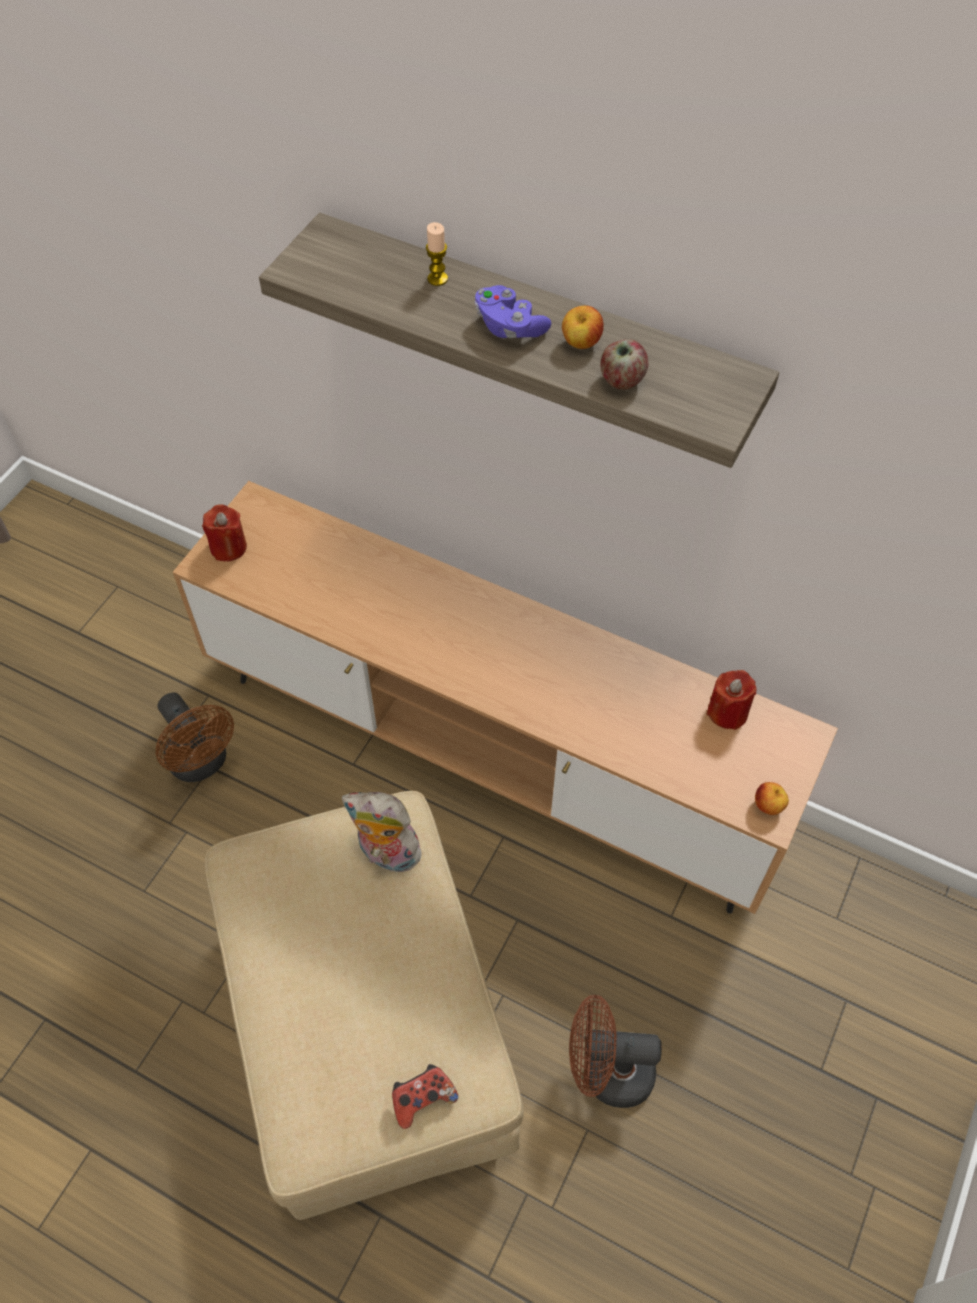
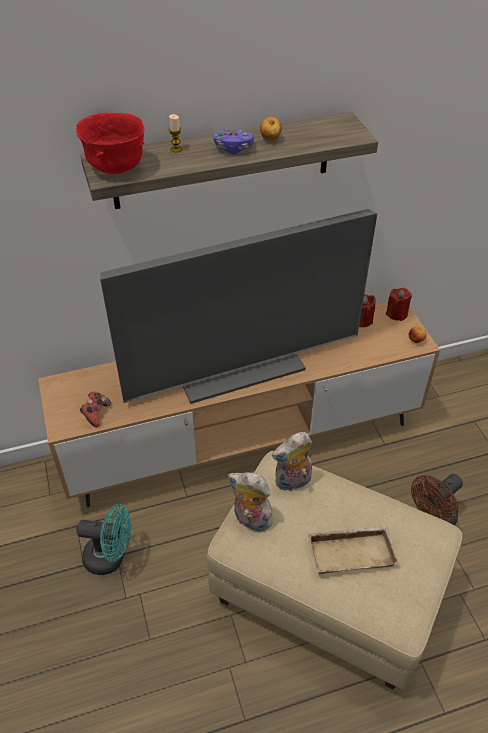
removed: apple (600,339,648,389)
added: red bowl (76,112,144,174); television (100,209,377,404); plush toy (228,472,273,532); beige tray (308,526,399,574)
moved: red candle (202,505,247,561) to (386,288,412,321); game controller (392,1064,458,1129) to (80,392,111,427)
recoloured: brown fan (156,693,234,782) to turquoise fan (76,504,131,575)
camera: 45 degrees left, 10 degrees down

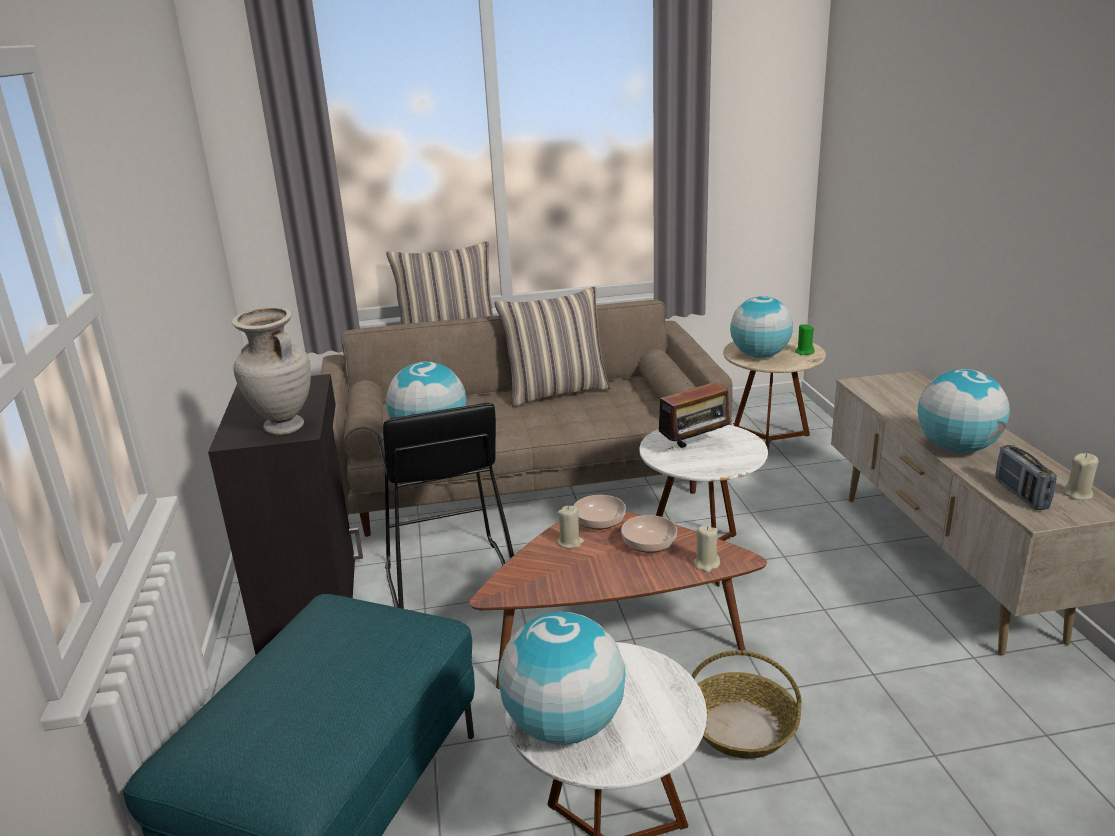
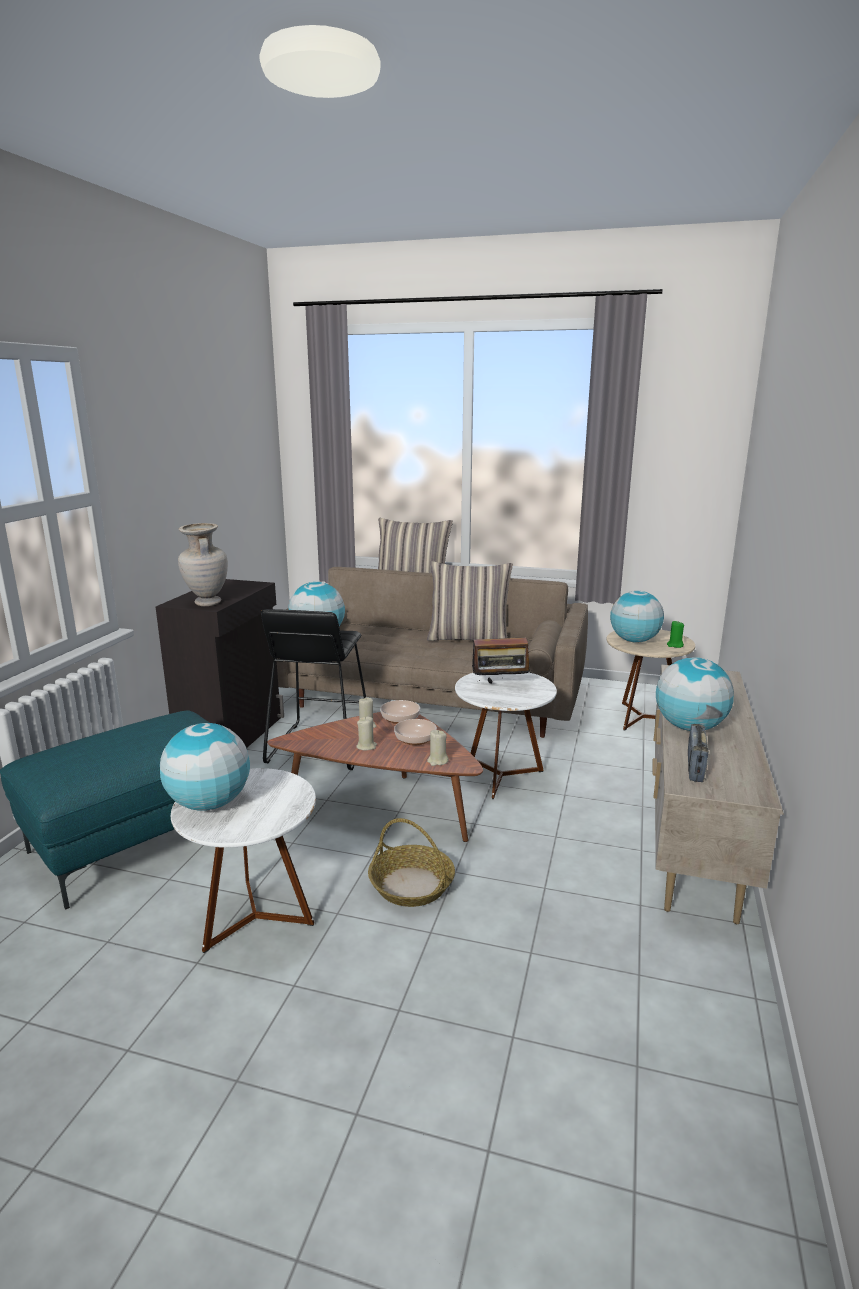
moved: beige candle (1062,453,1098,500) to (356,716,377,750)
camera: 25 degrees right, 5 degrees down

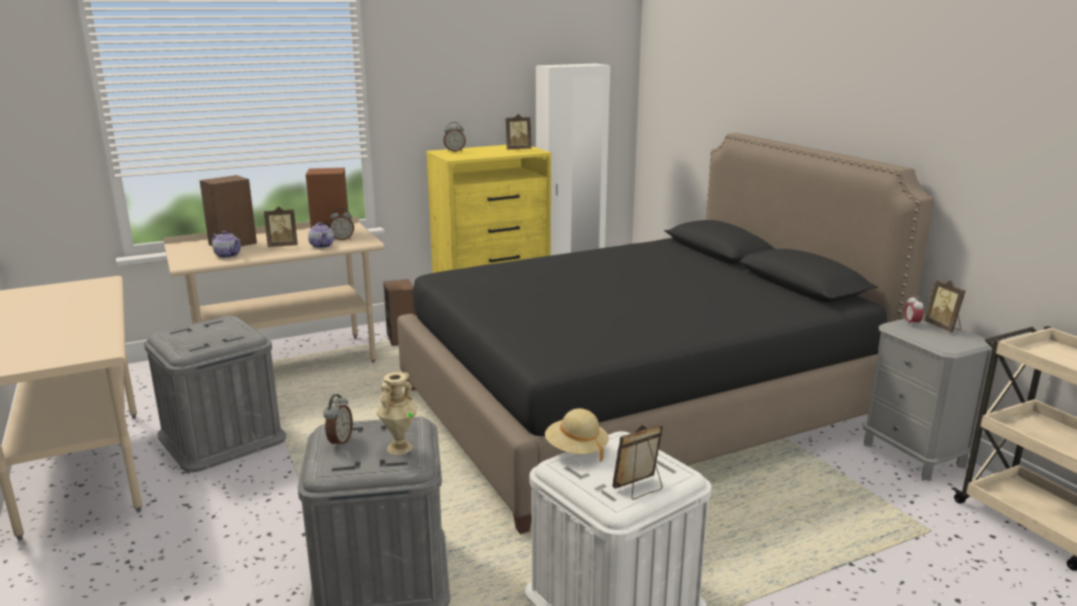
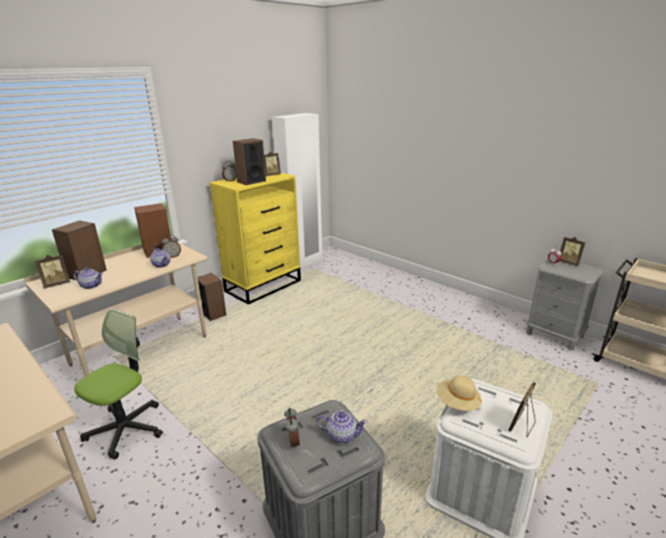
removed: black bed (397,133,934,534)
added: speaker (233,138,266,185)
moved: picture frame (264,206,298,247) to (35,255,70,288)
replaced: grey storage box (144,316,286,473) to office chair (74,309,163,460); beige vase (376,372,417,455) to teapot (317,411,367,443)
camera: 20 degrees left, 5 degrees up

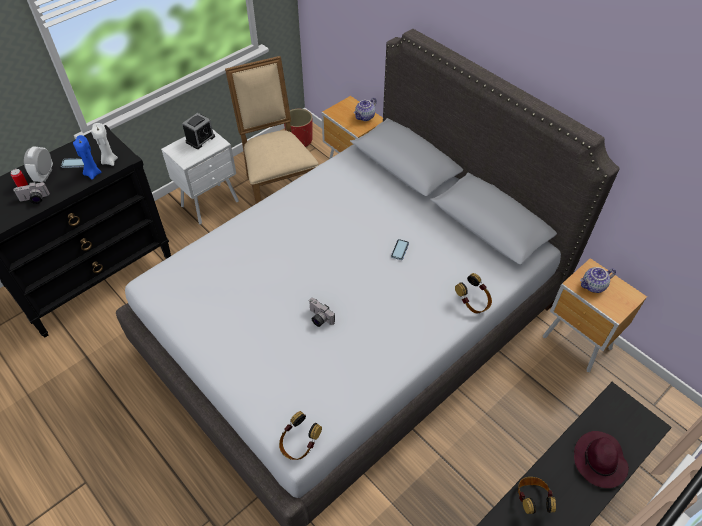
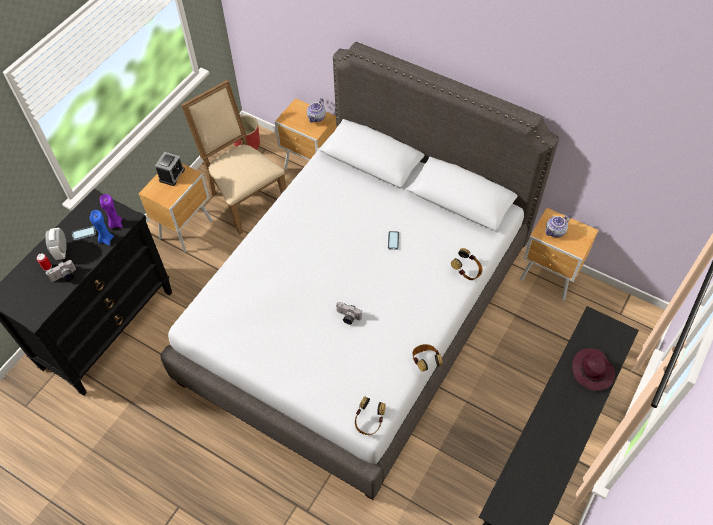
moved: headphones (518,477,556,514) to (412,344,443,372)
recoloured: white candle (91,123,118,166) to purple candle (100,194,122,229); white nightstand (161,130,239,225) to brown nightstand (138,164,213,252)
camera: 15 degrees left, 5 degrees up

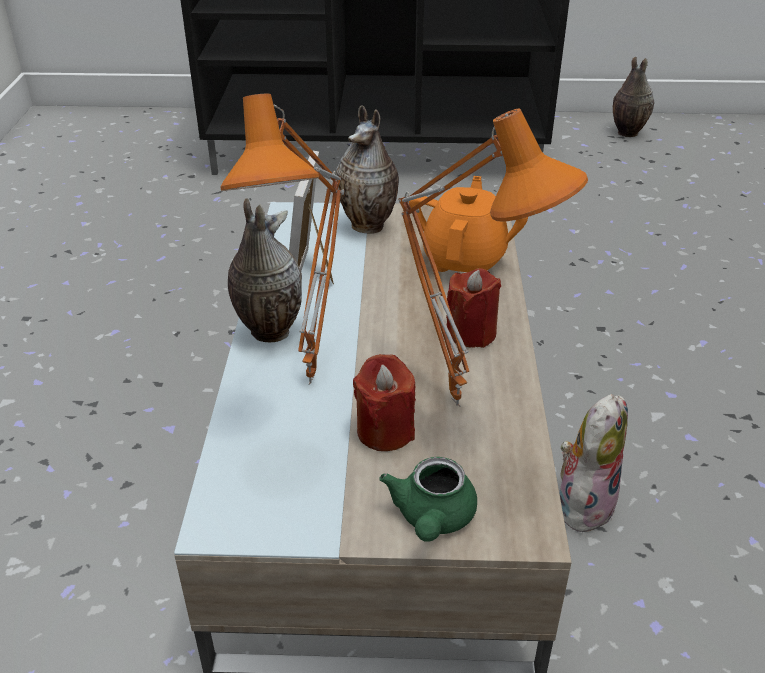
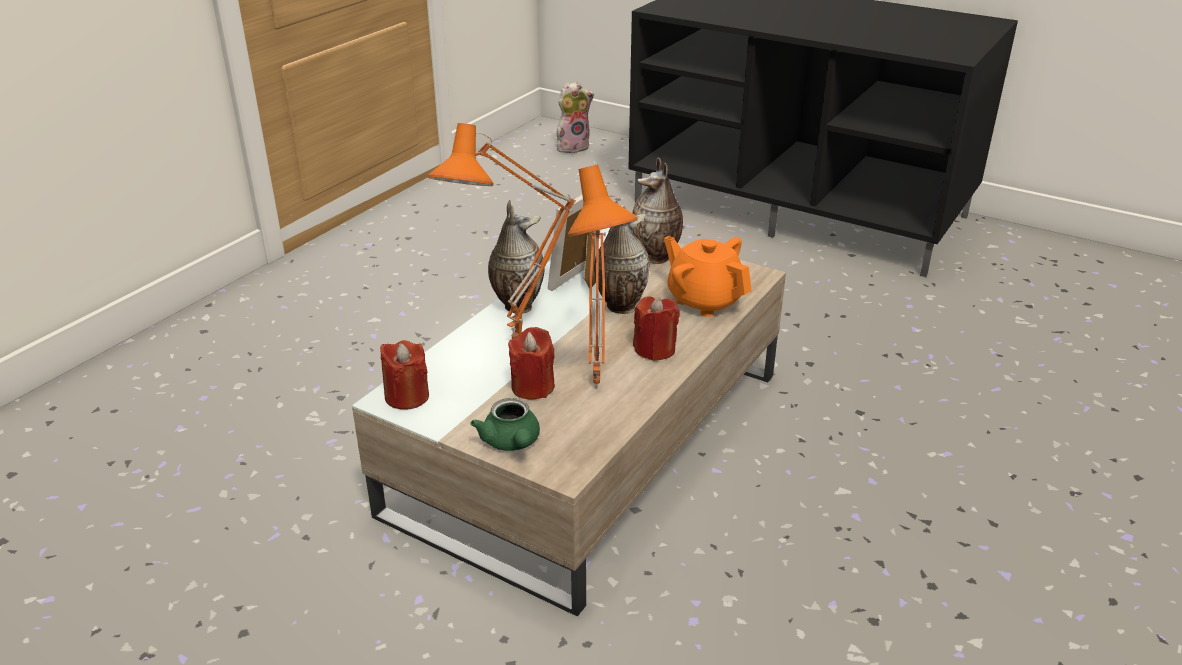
added: red candle (380,340,429,410)
moved: vase (613,57,654,137) to (594,201,650,314); plush toy (559,394,628,532) to (557,82,594,153)
turned: orange teapot (409,176,528,272) = (664,236,752,317) 90 degrees counterclockwise; green teapot (379,457,477,542) = (470,398,540,451) 60 degrees counterclockwise
camera: 30 degrees right, 5 degrees down

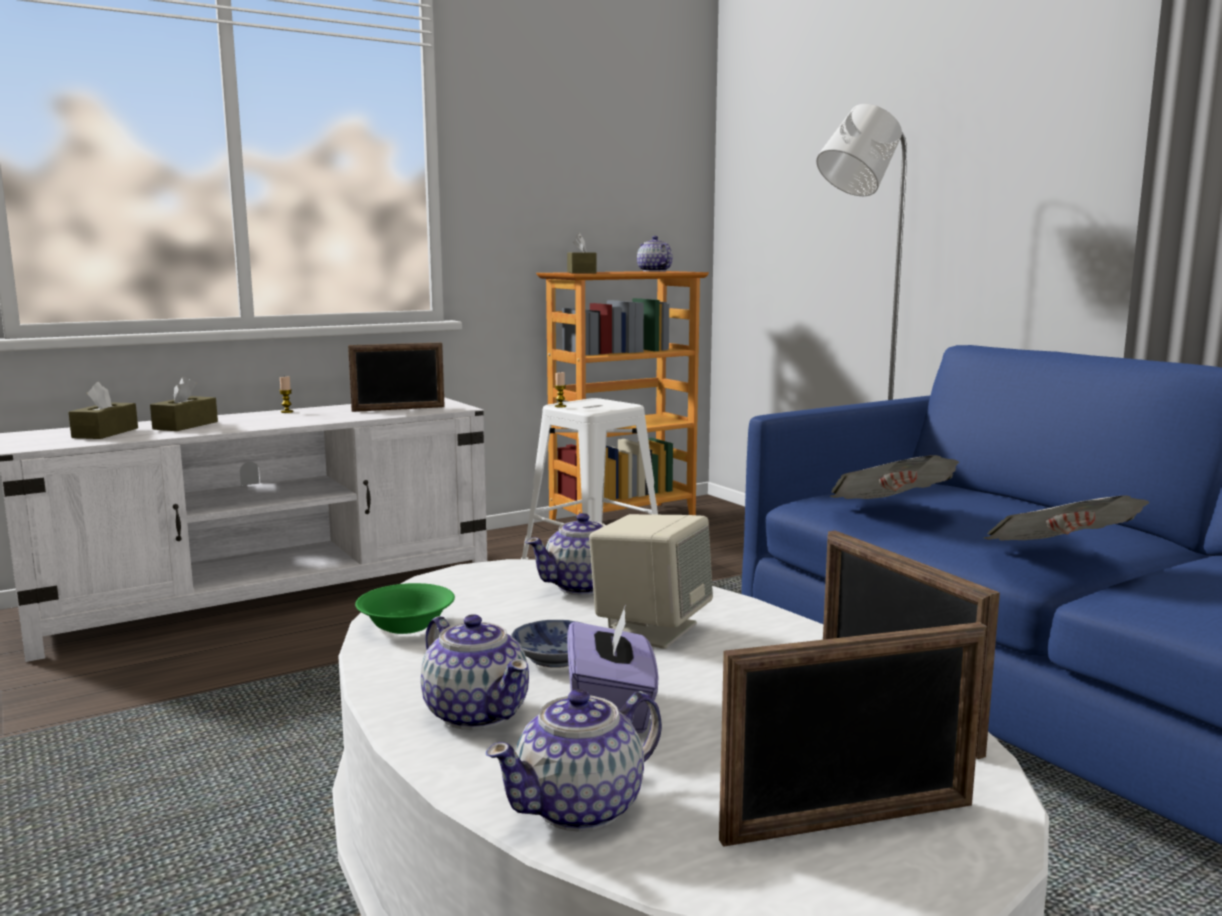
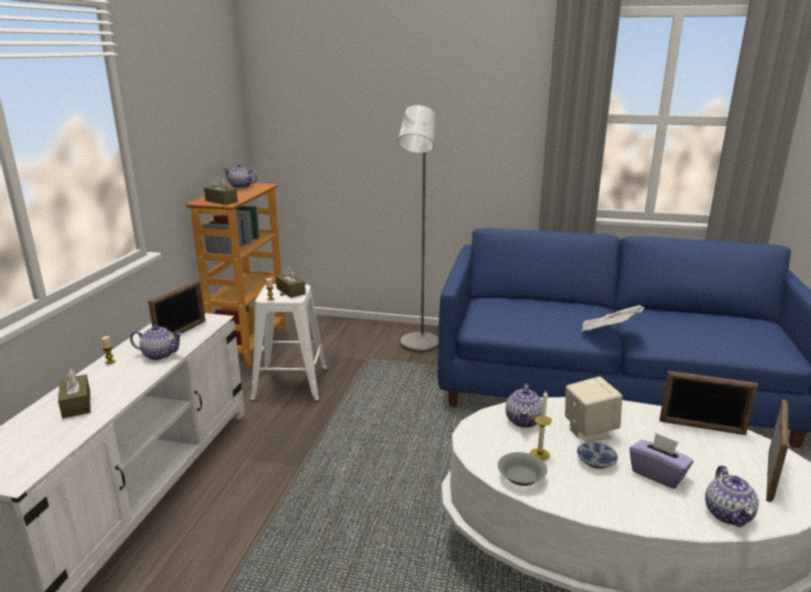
removed: newspaper (830,455,959,499)
added: candle (530,391,552,461)
moved: brown tissue box (68,382,138,439) to (276,266,306,298); teapot (421,614,529,730) to (130,325,183,360)
recoloured: green bowl (355,583,455,634) to grey bowl (498,452,547,486)
camera: 45 degrees left, 10 degrees up

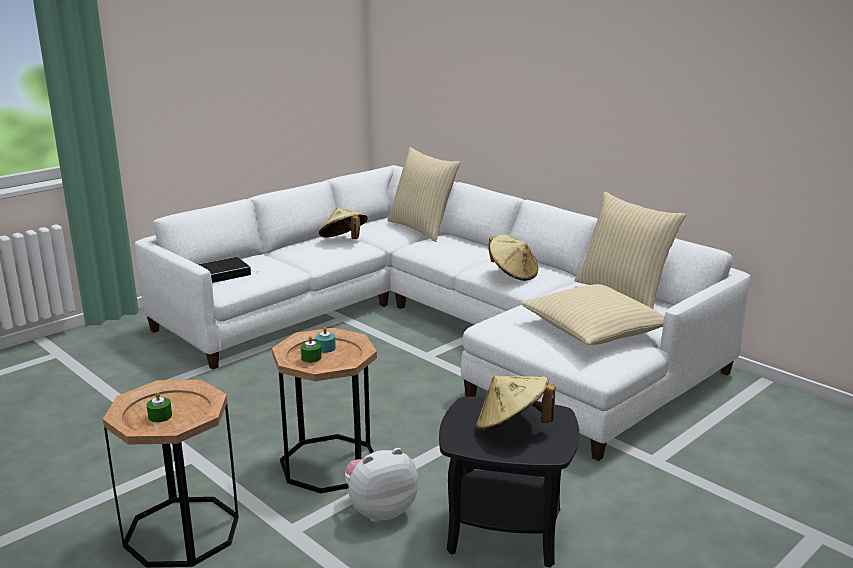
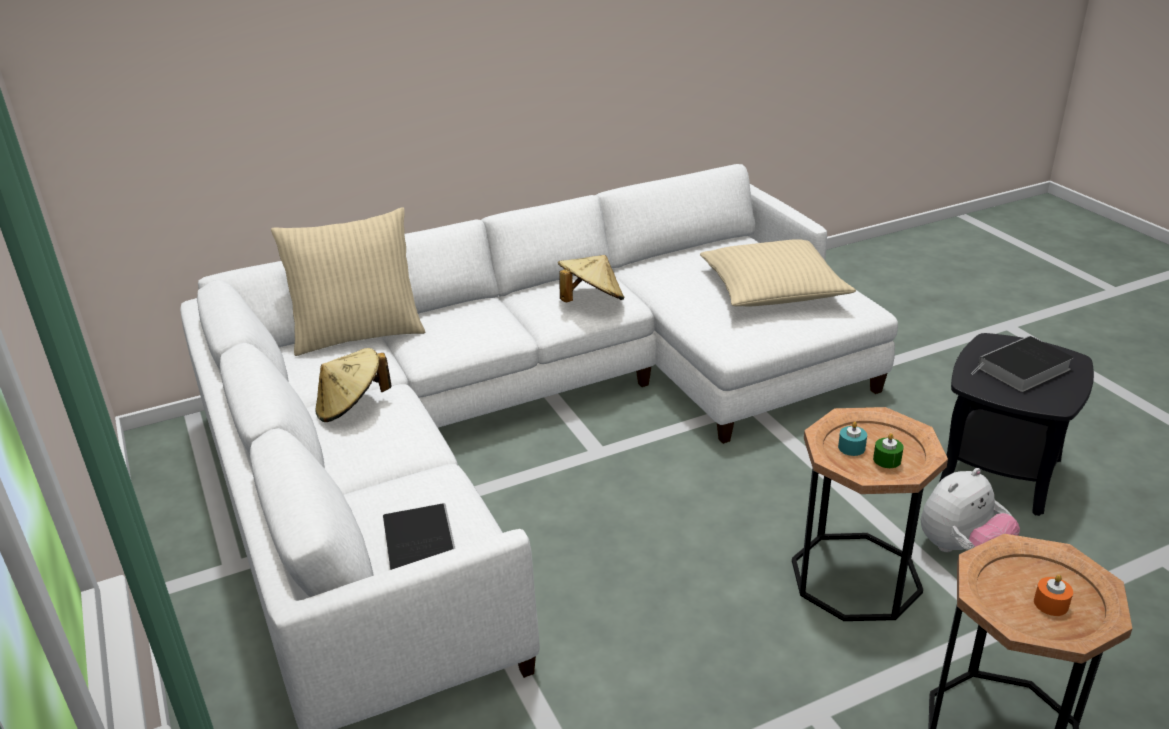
removed: beige pillow (574,192,686,309)
replaced: beige hat (476,376,555,432) to book (971,336,1074,392)
recoloured: green candle (147,392,172,422) to orange candle (1034,575,1073,616)
turned: plush toy (345,448,418,523) = (921,468,1020,552) 120 degrees counterclockwise
camera: 70 degrees left, 10 degrees up

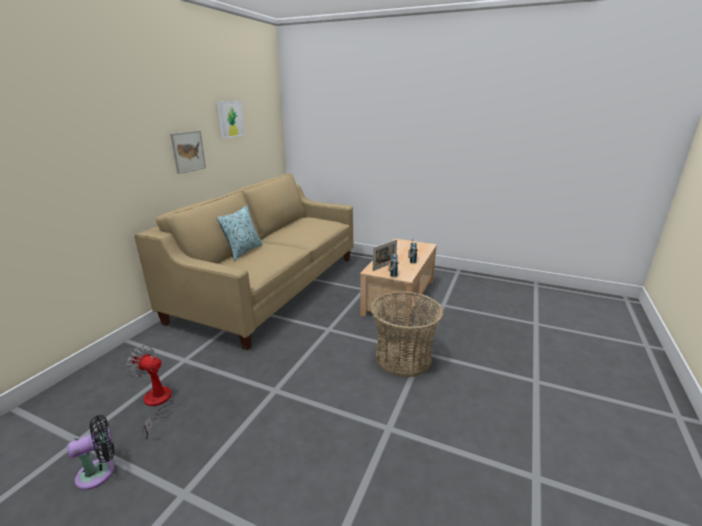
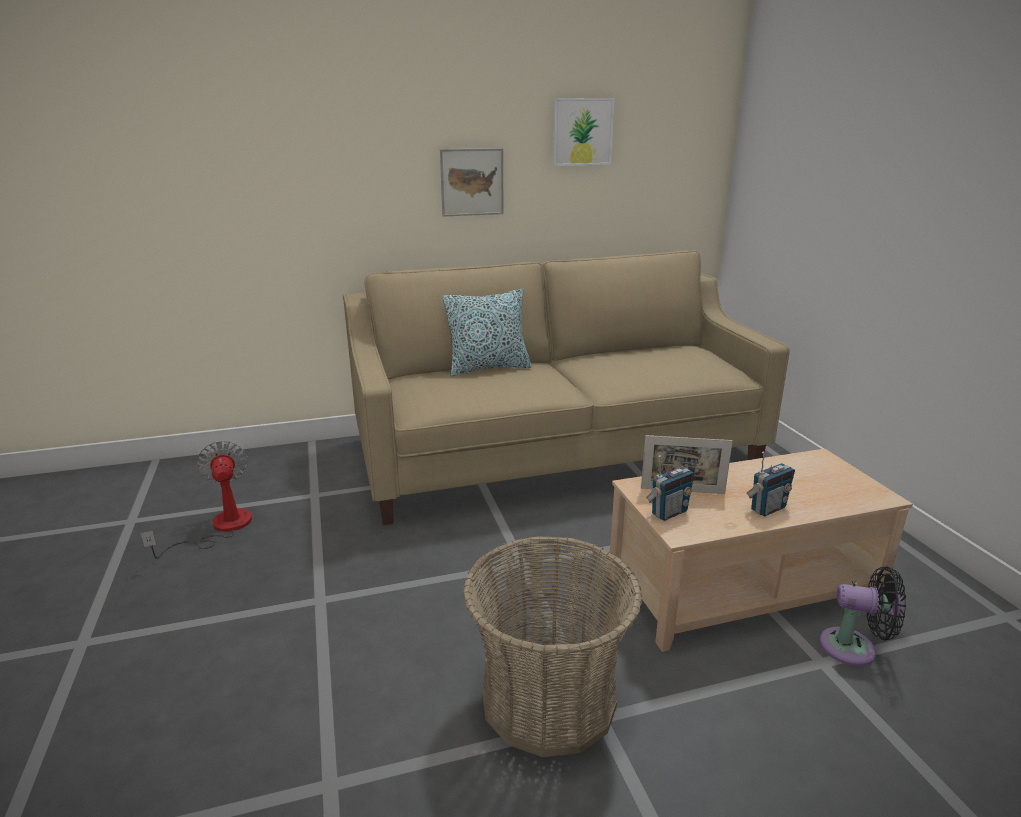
moved: black fan (67,415,115,490) to (819,567,906,666)
camera: 50 degrees right, 0 degrees up

